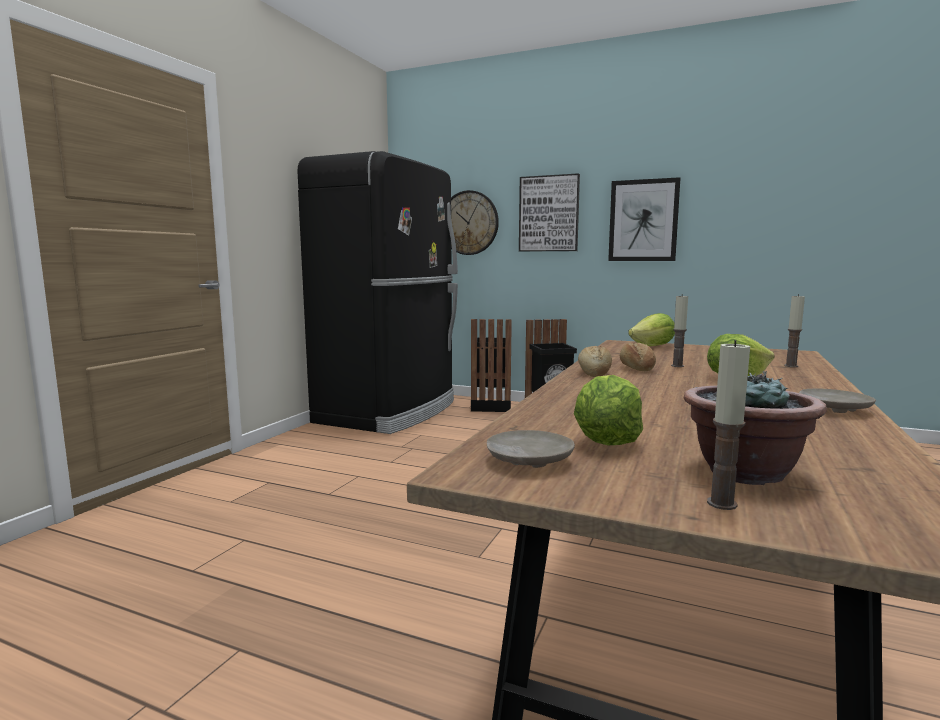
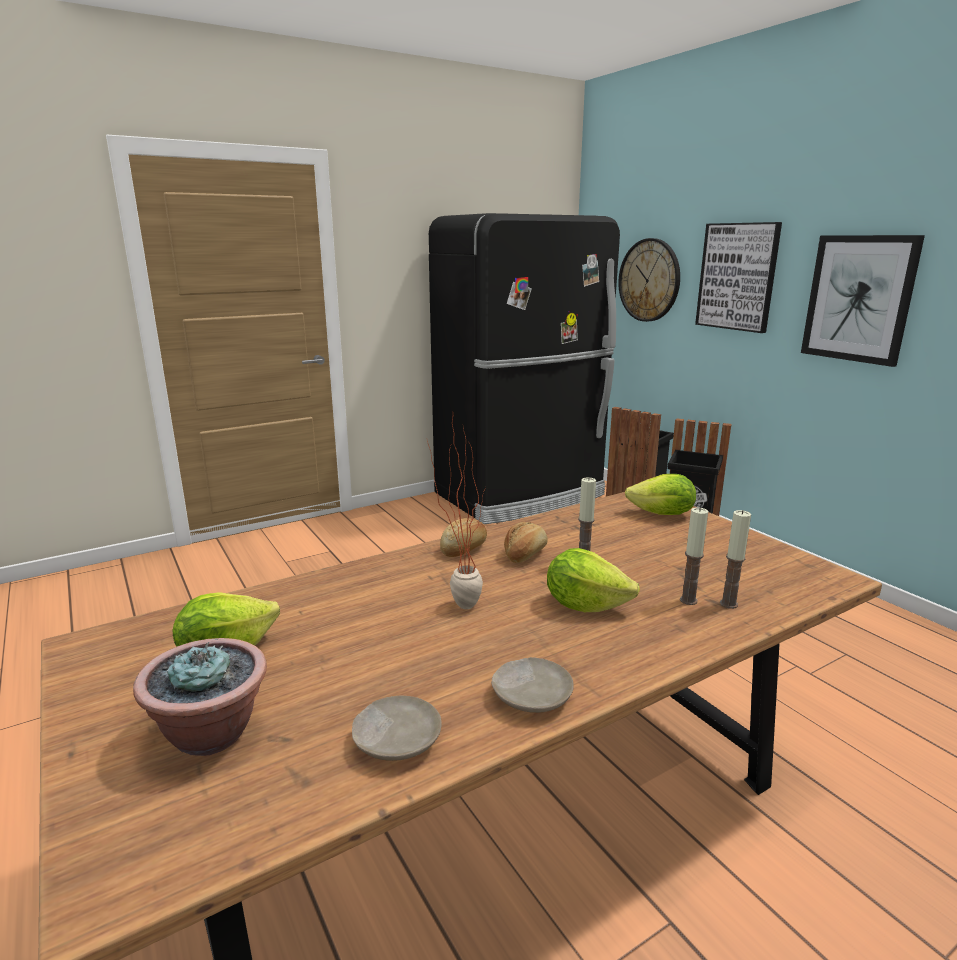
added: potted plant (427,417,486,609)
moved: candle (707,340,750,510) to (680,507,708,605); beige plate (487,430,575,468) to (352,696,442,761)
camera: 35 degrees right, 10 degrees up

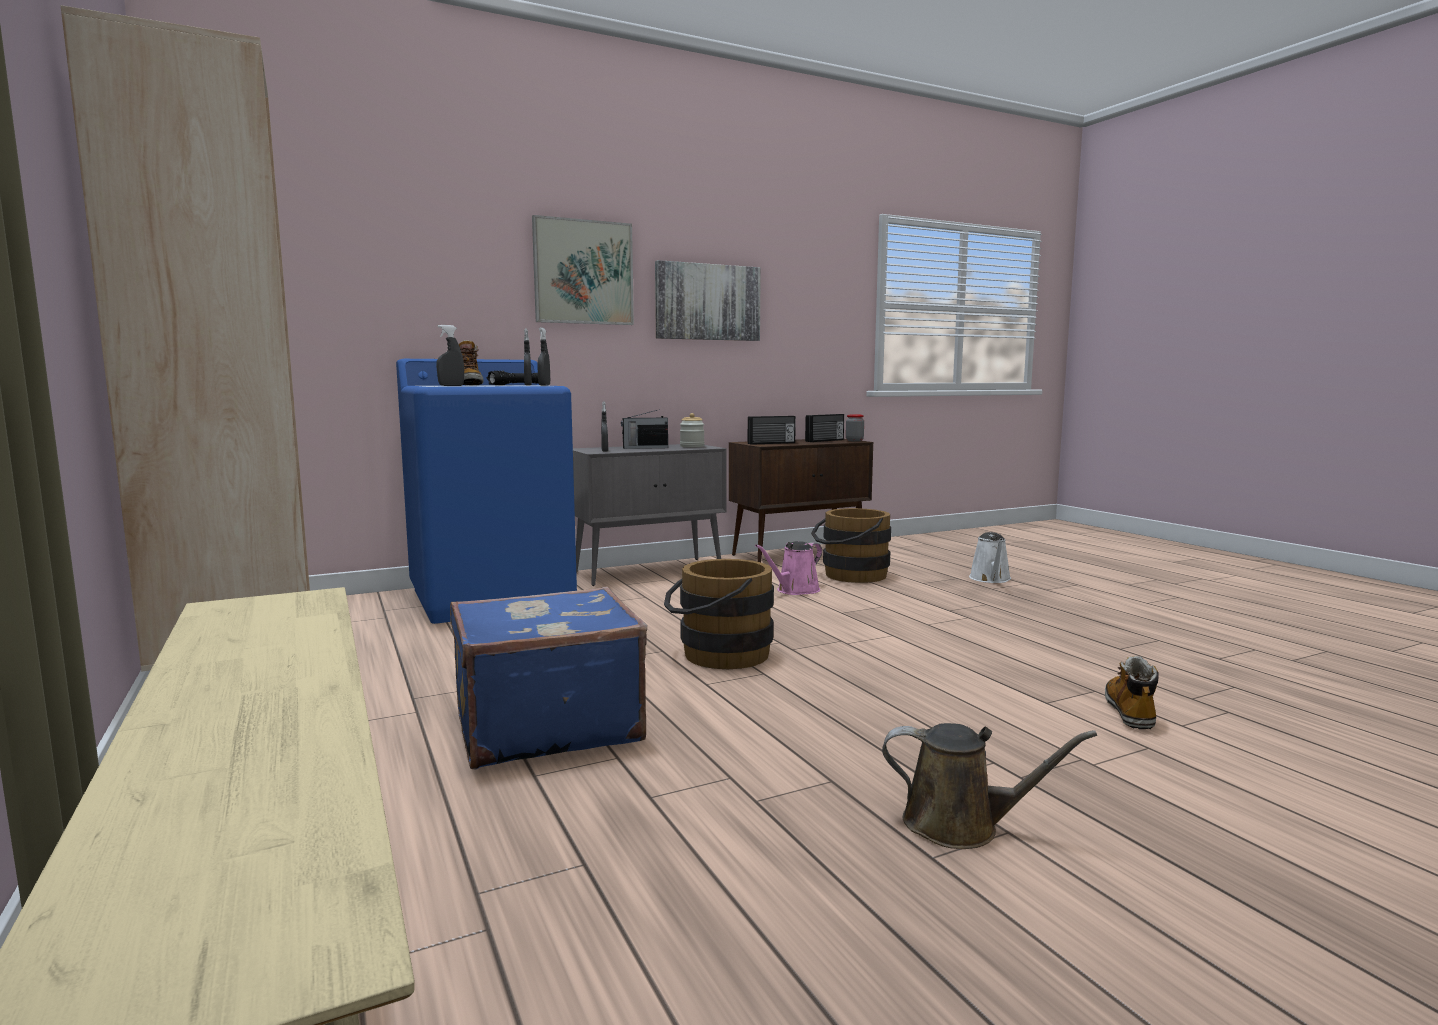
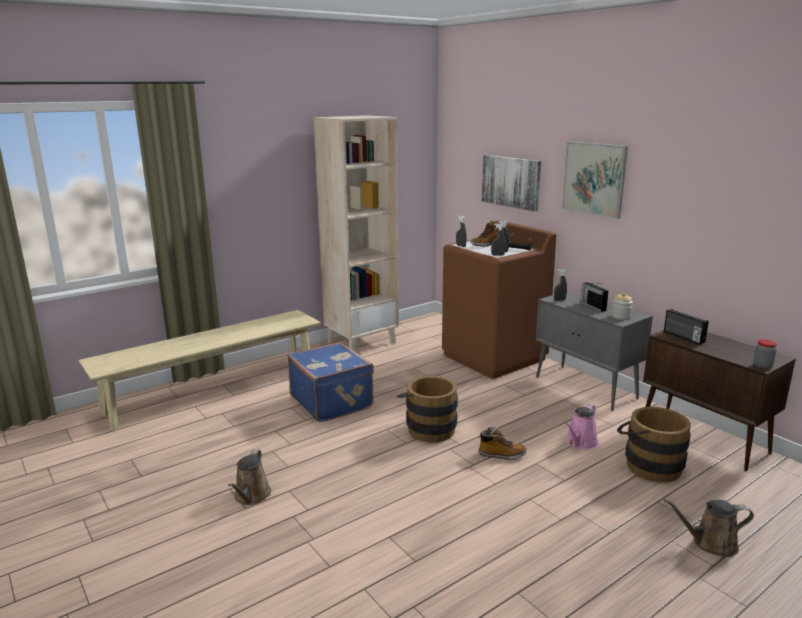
removed: radio (805,414,844,442)
moved: picture (655,260,761,341) to (482,155,541,211); boot (1105,656,1159,729) to (479,426,527,460)
recoloured: blue washing machine (396,359,577,624) to brown washing machine (442,220,556,379); white watering can (969,532,1011,583) to brown watering can (664,499,754,557)
turned: pink watering can (755,541,822,595) = (565,404,599,450) 90 degrees counterclockwise
camera: 80 degrees right, 10 degrees up

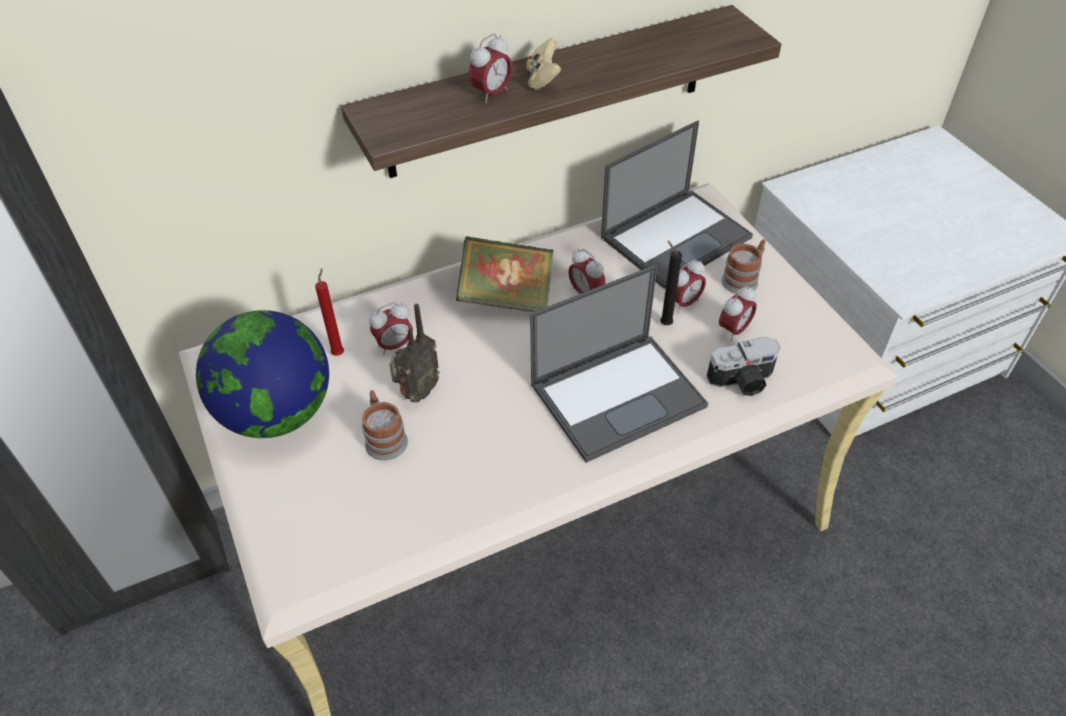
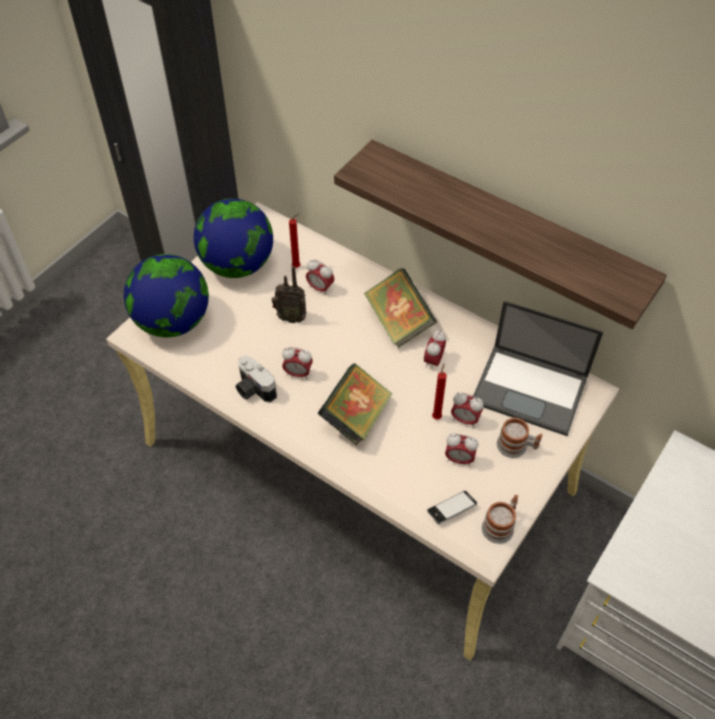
removed: beige game controller (526,38,561,90)
added: globe (124,254,209,337); phone (427,491,477,524)
moved: alarm clock (468,34,512,103) to (282,347,313,379); photo camera (707,337,780,396) to (235,355,277,403); mug (362,390,408,461) to (482,495,518,544)
replaced: laptop (530,265,708,463) to book (318,363,392,446)
recoloured: black candle (660,241,682,325) to red candle (432,363,447,420)
camera: 60 degrees right, 5 degrees up

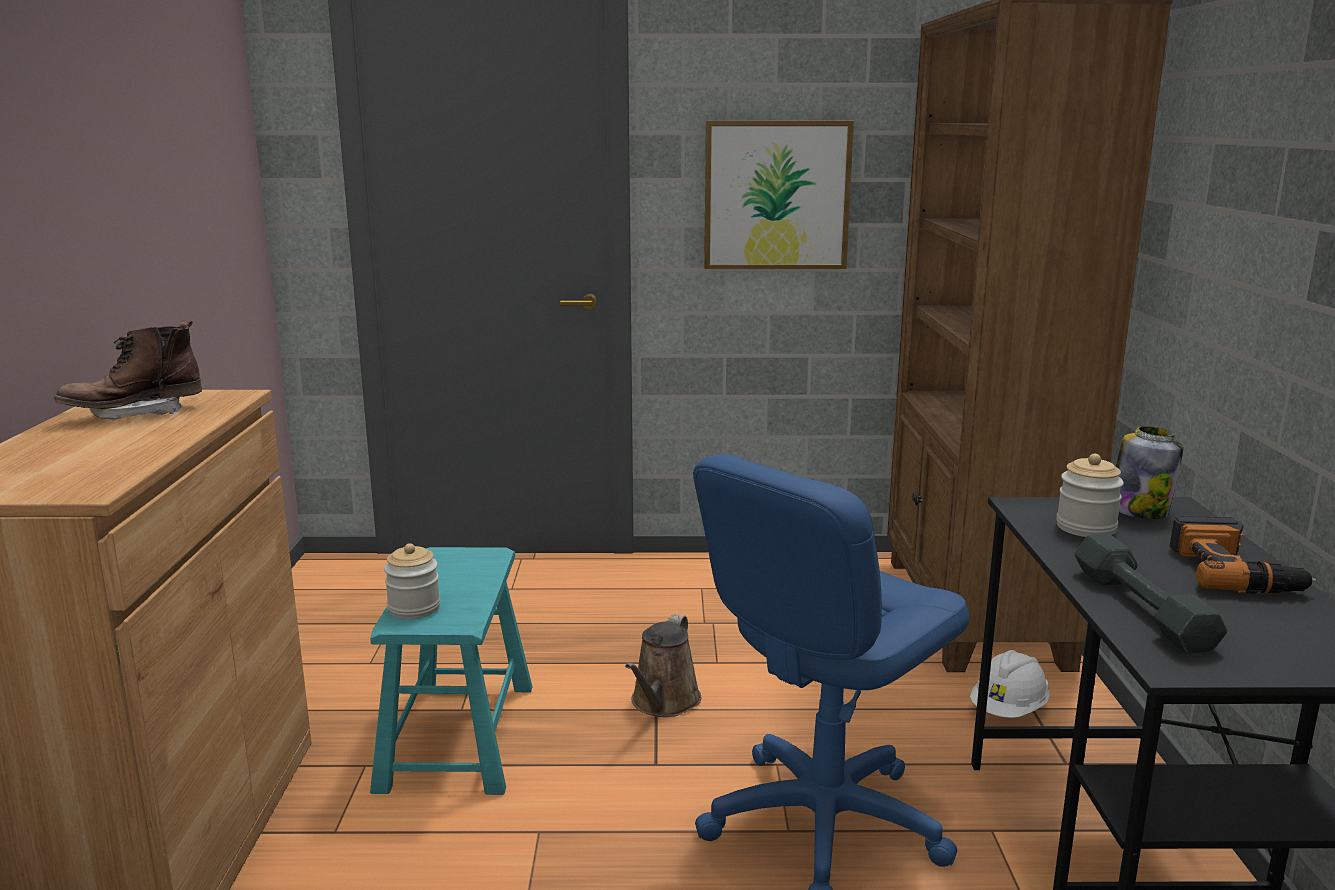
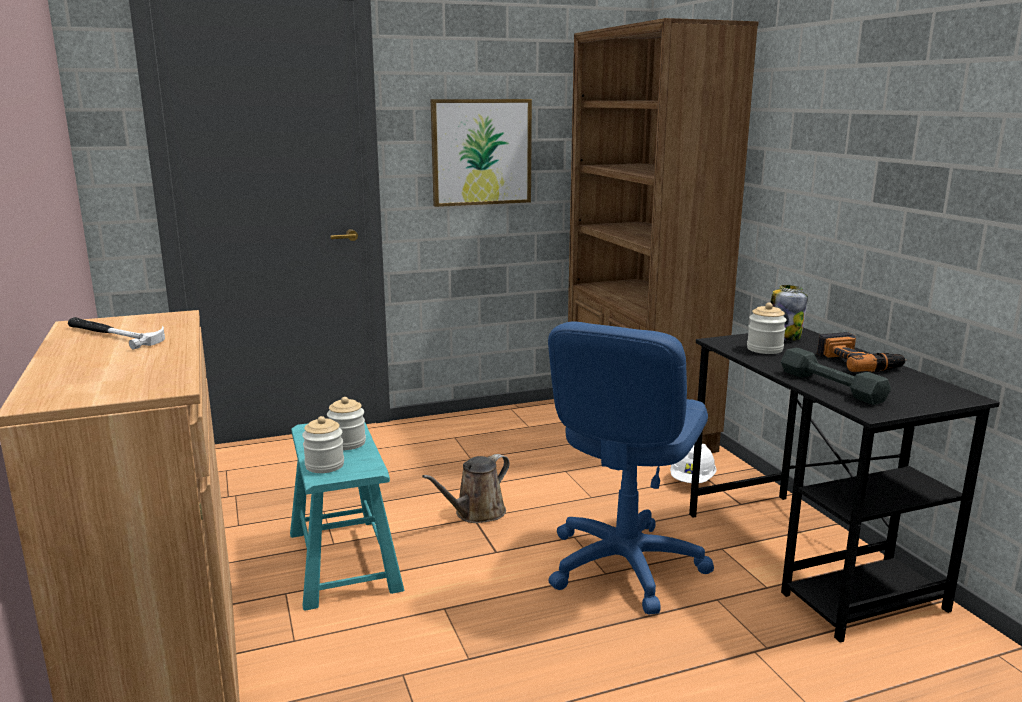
added: jar (327,397,366,450)
replaced: brown boot (54,320,202,420) to hammer (68,317,165,350)
turned: brown watering can (625,615,702,717) = (422,454,509,523) 45 degrees clockwise
camera: 20 degrees left, 0 degrees up

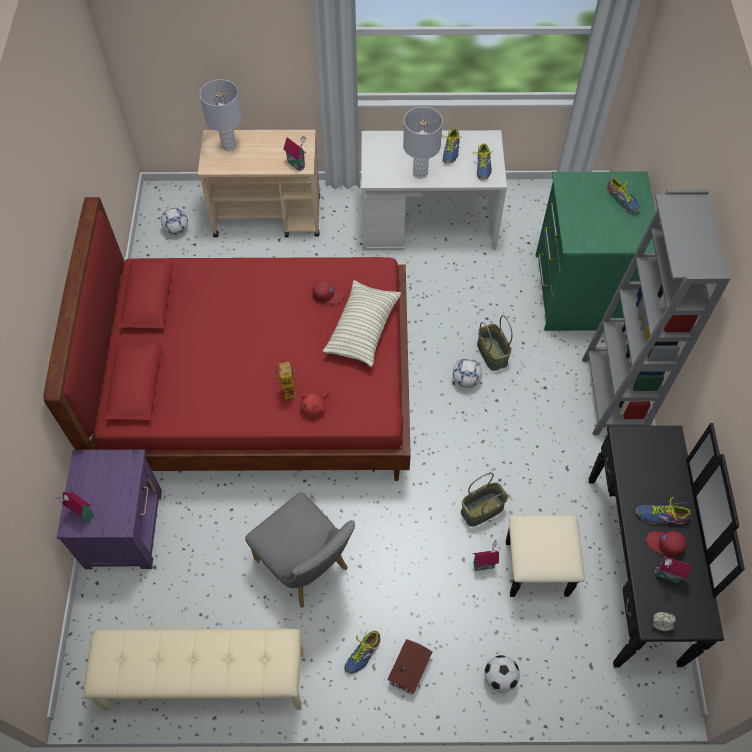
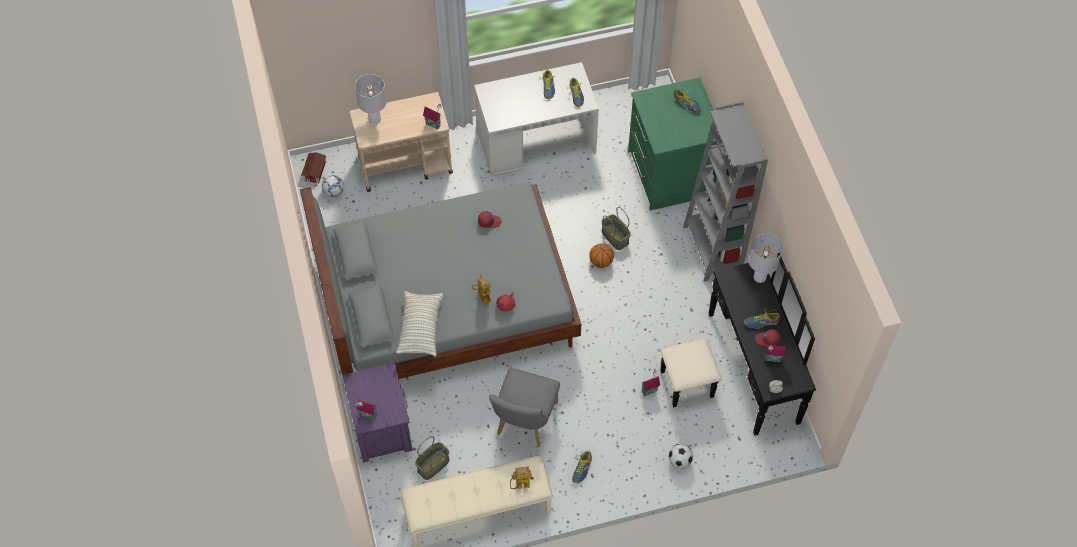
added: toy robot (510,466,534,489)
moved: grey table lamp (403,107,443,179) to (749,233,784,283); pillow (323,280,401,367) to (396,291,443,357); basket (461,473,508,527) to (415,436,449,480); toy house (387,639,433,695) to (301,152,326,183)
replaced: football (453,358,482,388) to basketball (589,243,614,268)
recoloured: red bed (43,197,411,481) to grey bed (300,182,581,379)
turned: grey chair (245,492,355,608) = (489,368,560,447) 75 degrees clockwise
camera: 15 degrees left, 0 degrees up

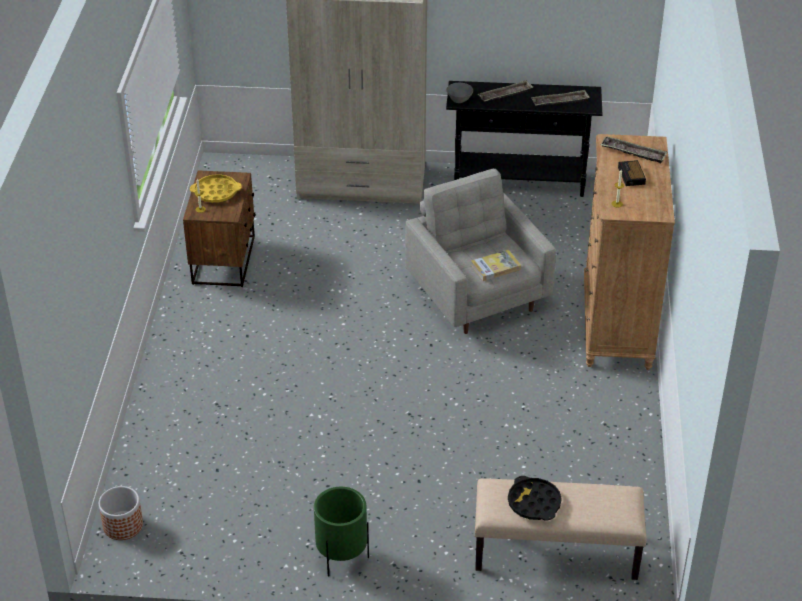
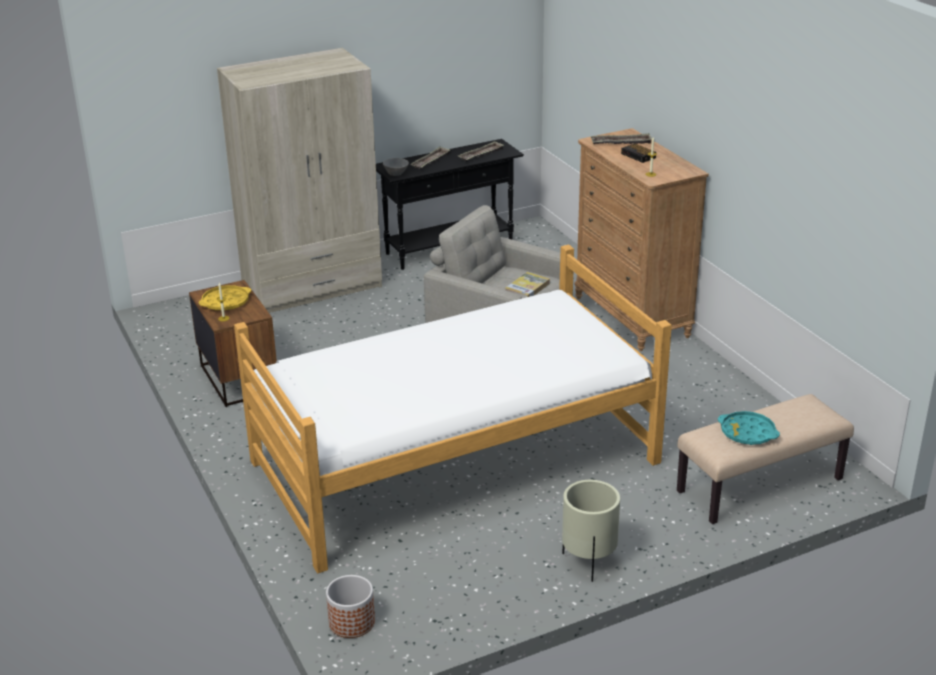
added: bed (234,244,672,573)
recoloured: black tray (508,476,562,521) to turquoise tray (718,411,780,445); green planter (314,487,369,577) to beige planter (562,480,620,582)
camera: 30 degrees left, 10 degrees down

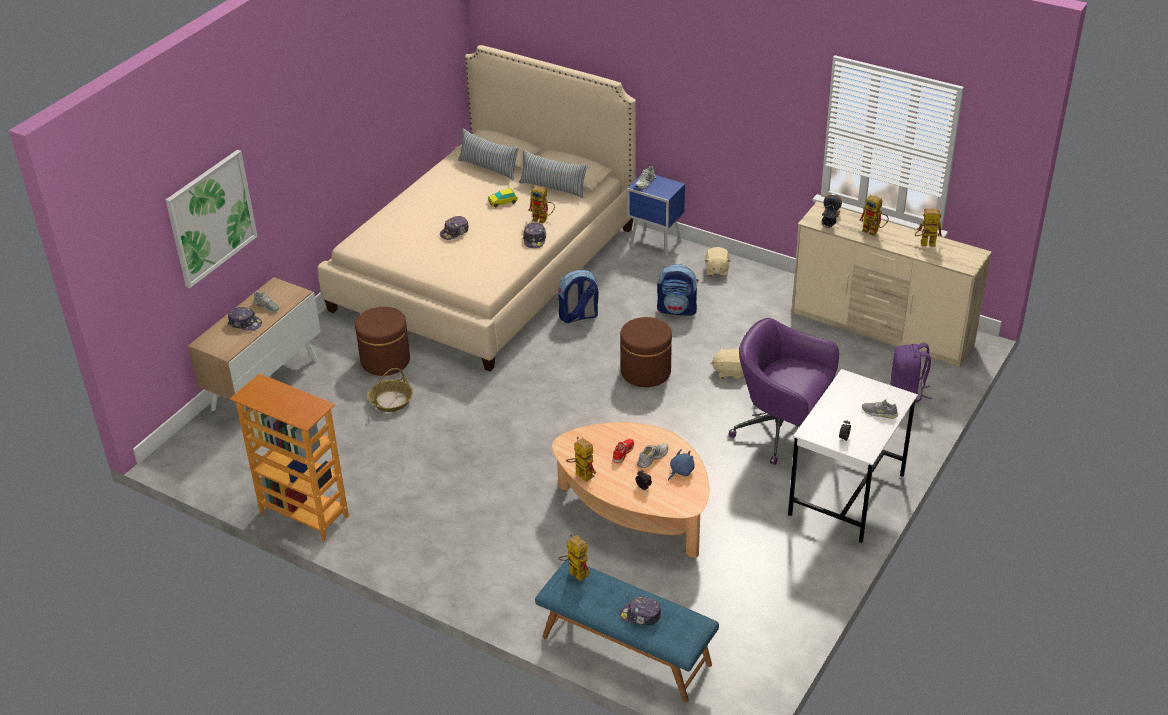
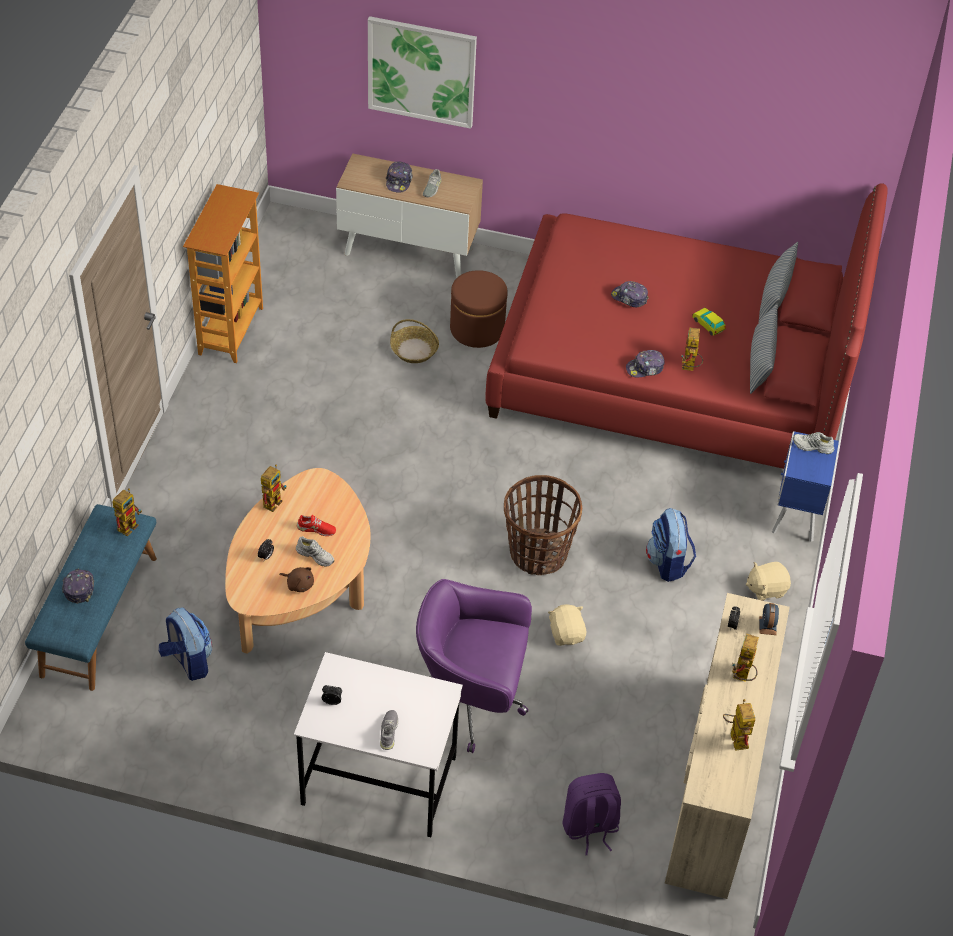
moved: backpack (558,270,599,323) to (159,608,212,681)
replaced: brown ottoman (620,317,672,387) to basket (504,475,582,576)
recoloured: beige bed (317,45,636,372) to red bed (485,183,887,469); blue plush toy (668,449,695,481) to brown plush toy (279,567,314,592)
turned: purple office chair (728,318,839,465) = (416,579,532,753) 90 degrees counterclockwise
camera: 70 degrees right, 10 degrees up

